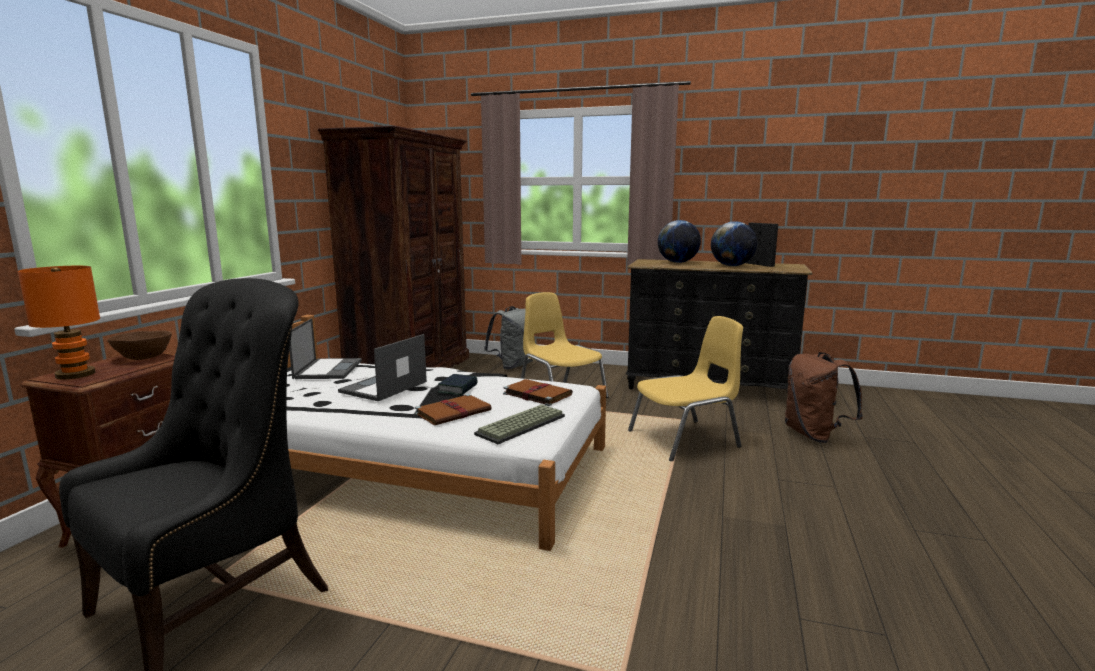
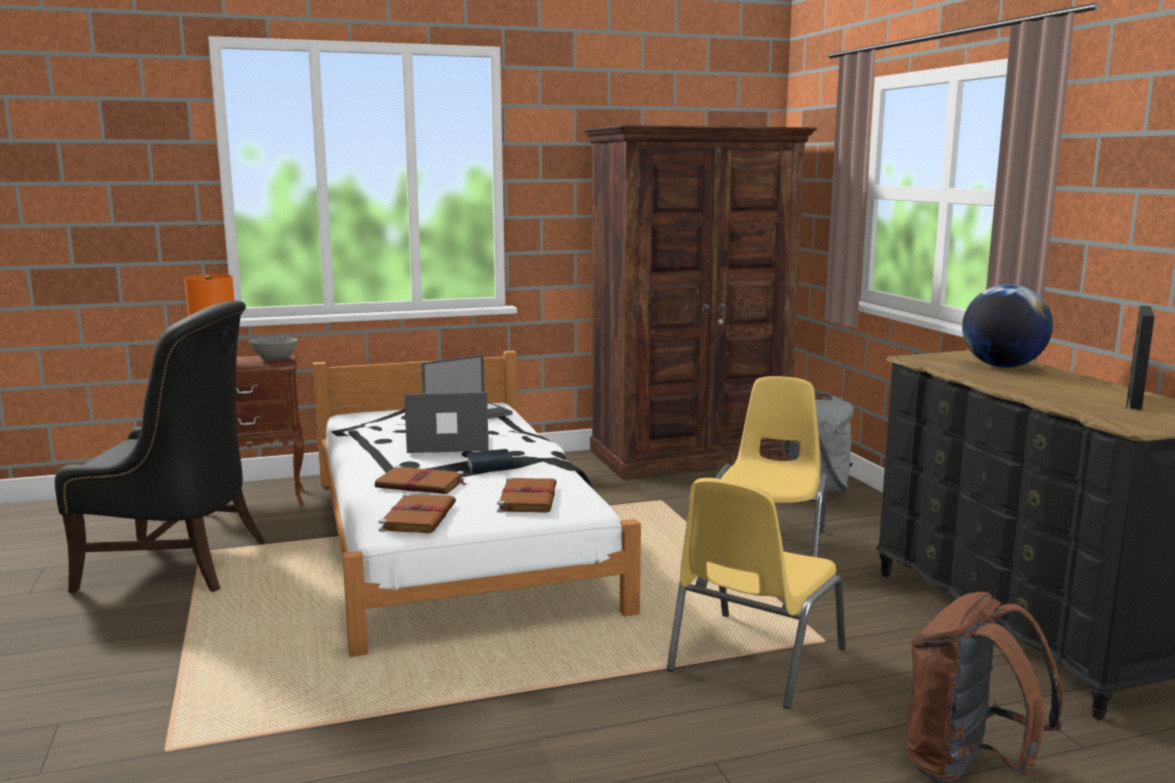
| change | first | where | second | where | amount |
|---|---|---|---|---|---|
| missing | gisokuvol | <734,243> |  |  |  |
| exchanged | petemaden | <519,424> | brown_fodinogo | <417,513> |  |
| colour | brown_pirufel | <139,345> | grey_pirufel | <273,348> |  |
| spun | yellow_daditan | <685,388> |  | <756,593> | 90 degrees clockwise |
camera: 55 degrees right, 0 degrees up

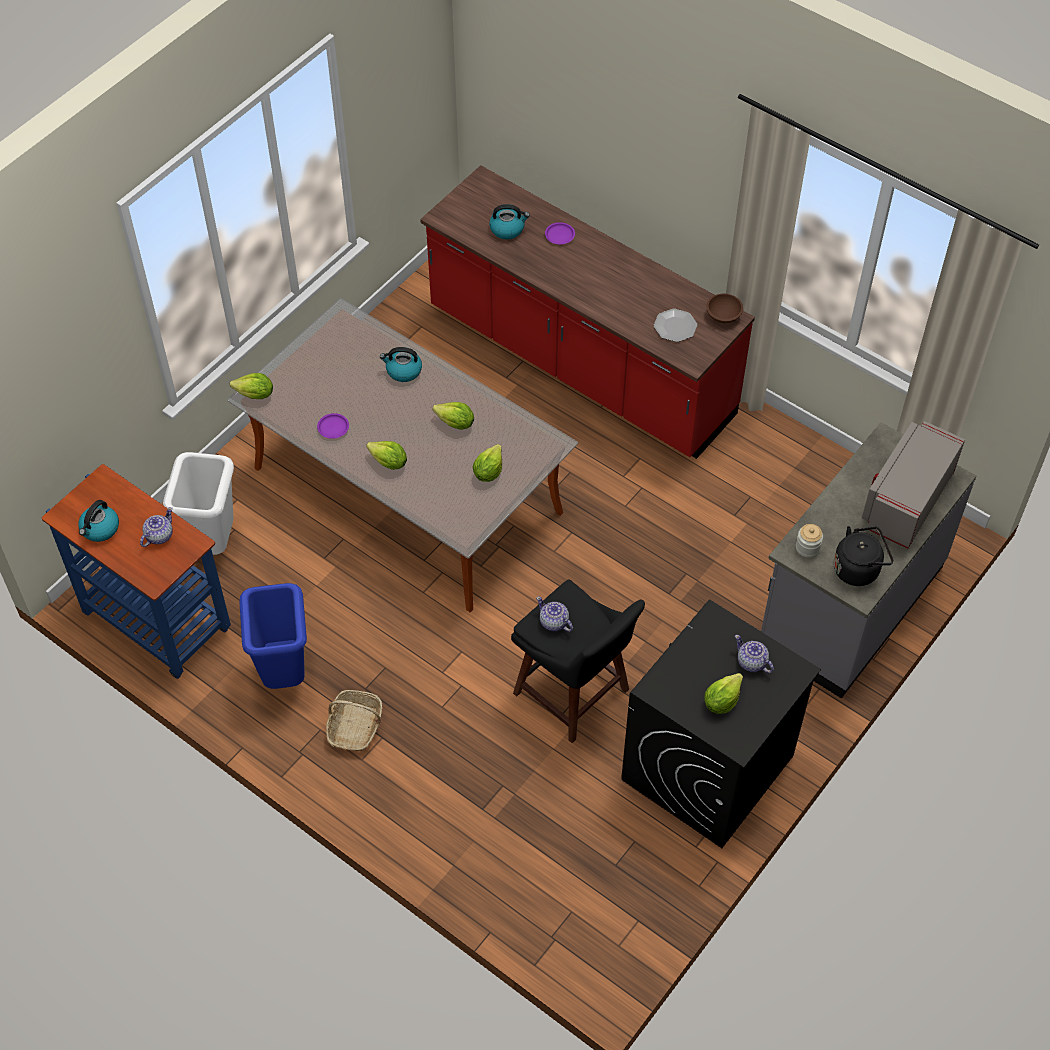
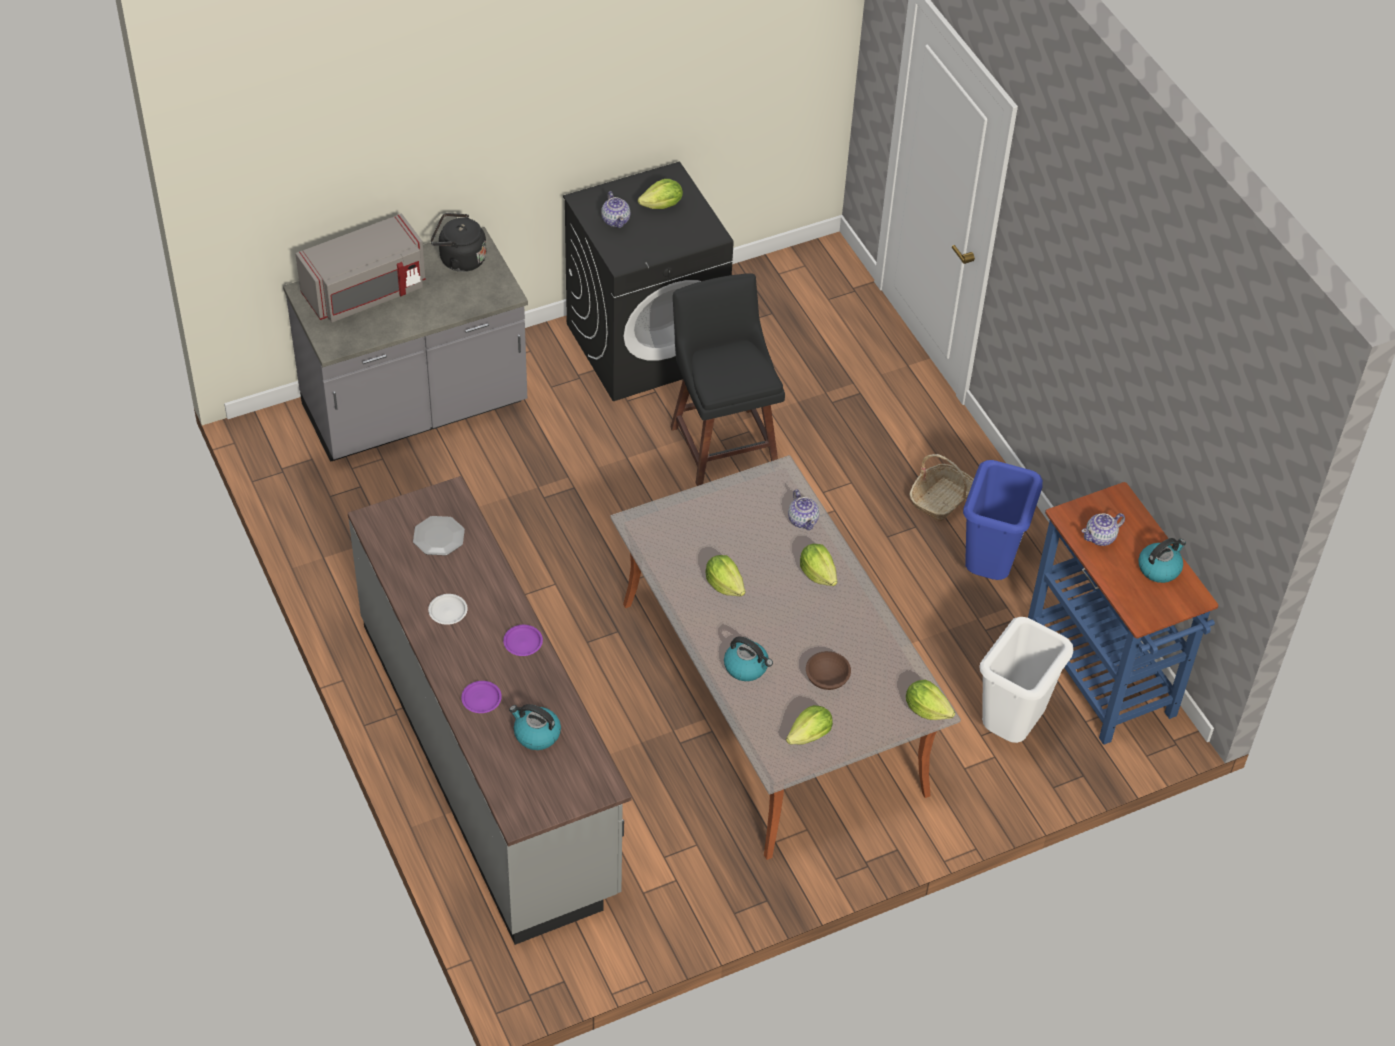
| change | first | where | second | where | amount |
|---|---|---|---|---|---|
| missing | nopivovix | <809,541> |  |  |  |
| appeared |  |  | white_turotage | <448,609> |  |
| relocated | purple_turotage | <333,426> |  | <523,640> |  |
| relocated | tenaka | <487,463> |  | <809,724> |  |
| relocated | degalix | <554,614> |  | <804,510> |  |
| relocated | brown_pirufel | <724,308> |  | <828,670> |  |
| colour | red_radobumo | <587,312> | grey_radobumo | <490,710> |  |
camera: 155 degrees left, 5 degrees down

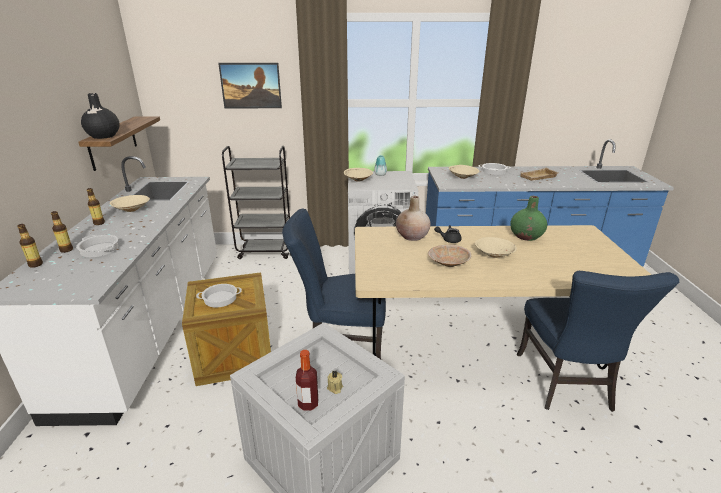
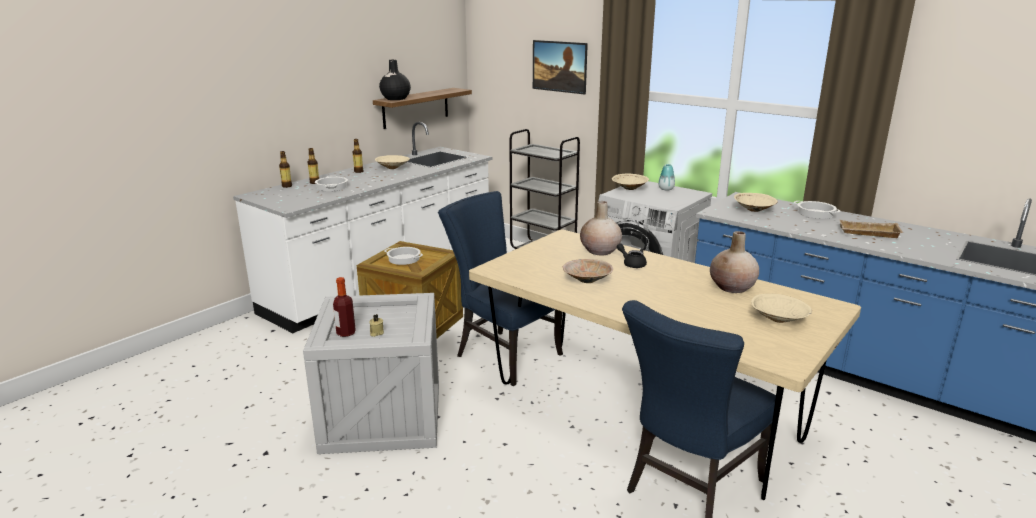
| change | first | where | second | where | amount |
|---|---|---|---|---|---|
| relocated | beige_pirufel | <496,247> |  | <781,308> |  |
| colour | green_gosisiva | <528,218> | beige_gosisiva | <734,262> |  |
camera: 40 degrees right, 5 degrees down

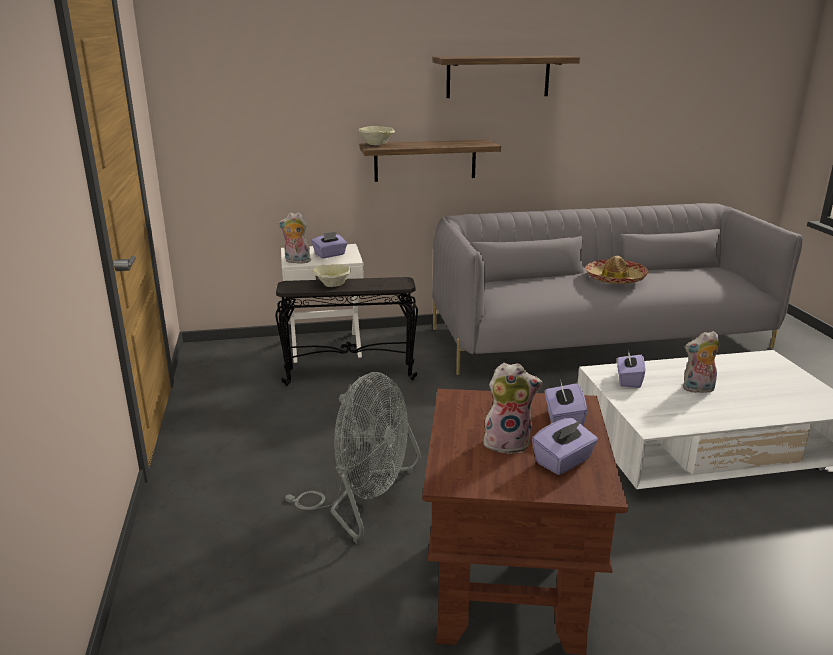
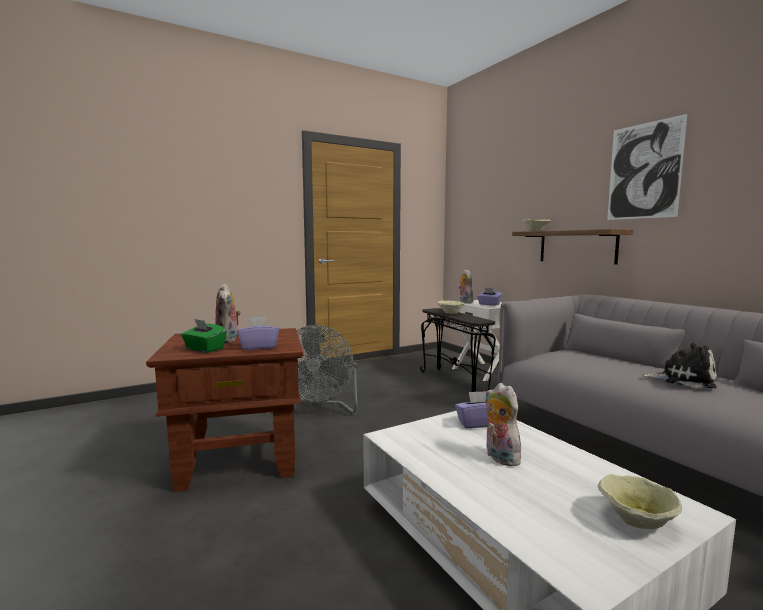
| change | first | where | second | where | amount |
|---|---|---|---|---|---|
| appeared |  |  | beige_pirufel | <640,501> |  |
| exchanged | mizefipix | <506,76> | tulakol | <647,167> |  |
| exchanged | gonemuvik | <617,270> | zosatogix | <679,365> |  |
| colour | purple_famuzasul | <565,446> | green_famuzasul | <204,336> |  |
camera: 70 degrees right, 15 degrees down

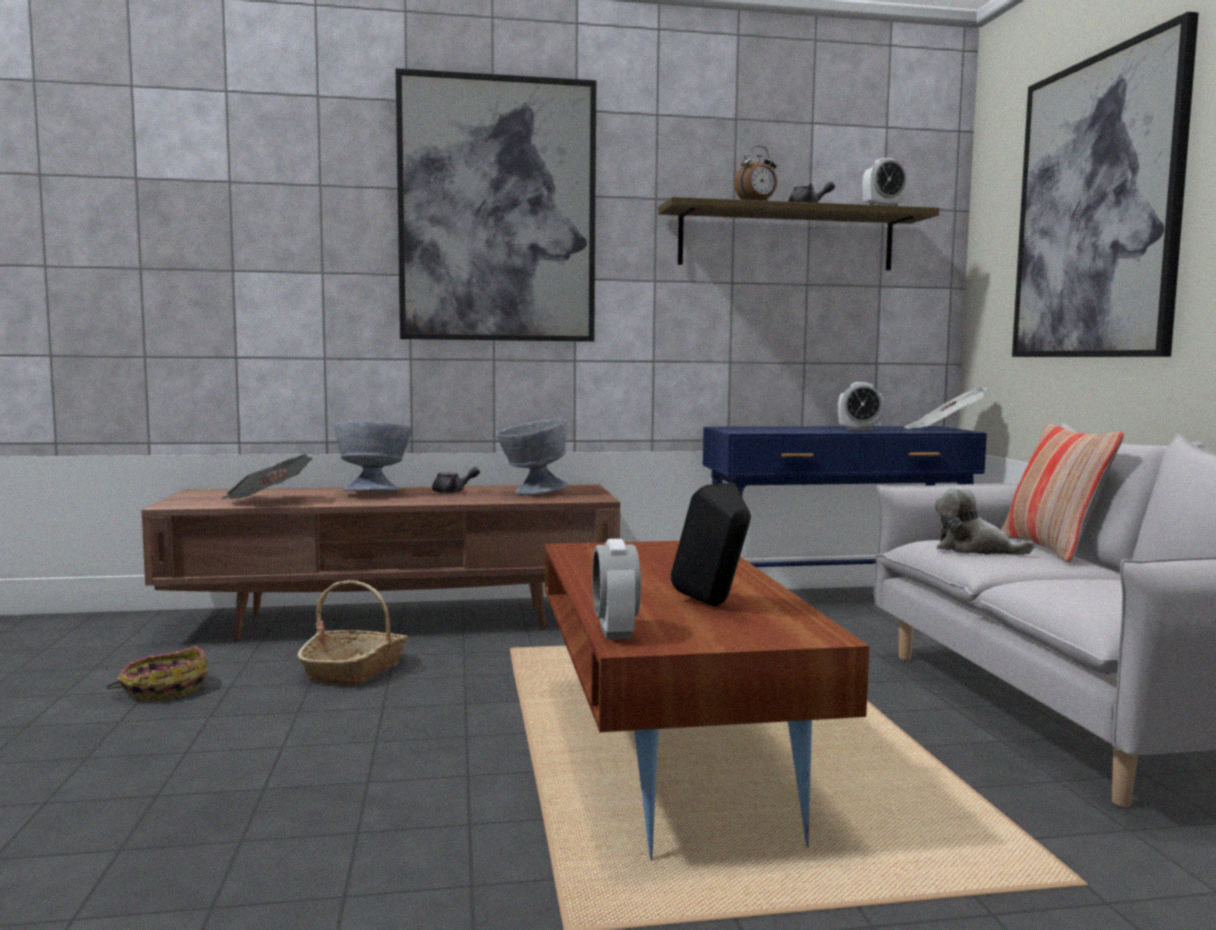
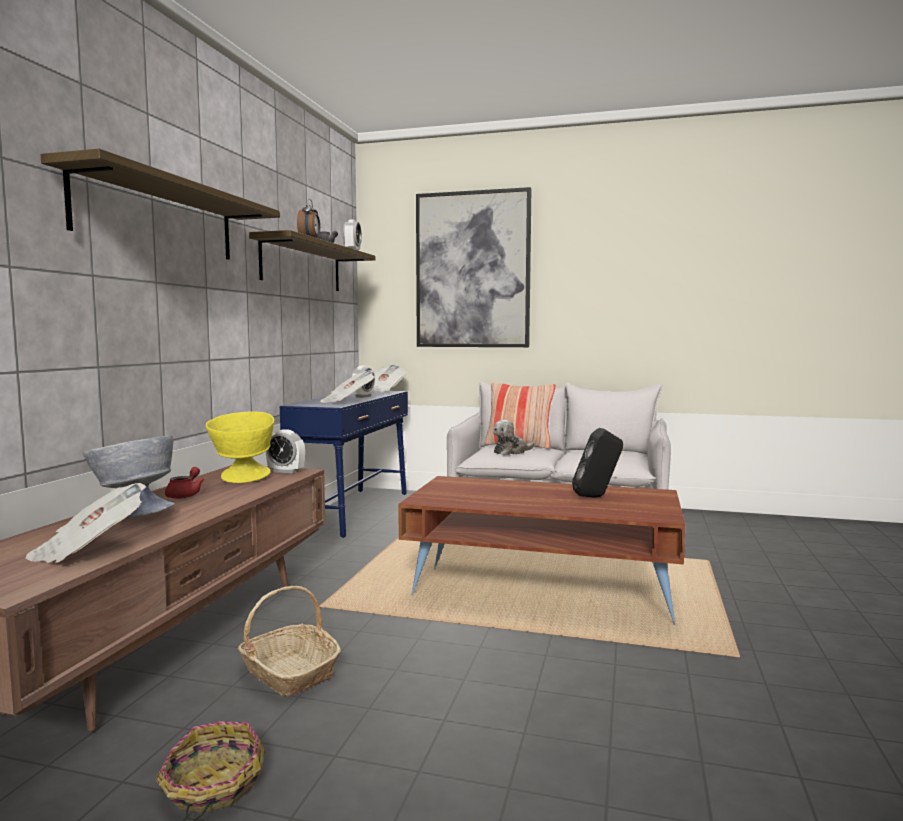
| change | first | where | second | where | amount |
|---|---|---|---|---|---|
| appeared |  |  | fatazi | <347,386> |  |
| relocated | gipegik | <616,589> |  | <285,451> |  |
| exchanged | tulakol | <495,205> | mizefipix | <160,204> |  |
| colour | grey_degalix | <456,480> | red_degalix | <184,483> |  |
| colour | grey_pirufel | <532,457> | yellow_pirufel | <240,447> |  |
camera: 65 degrees left, 0 degrees up

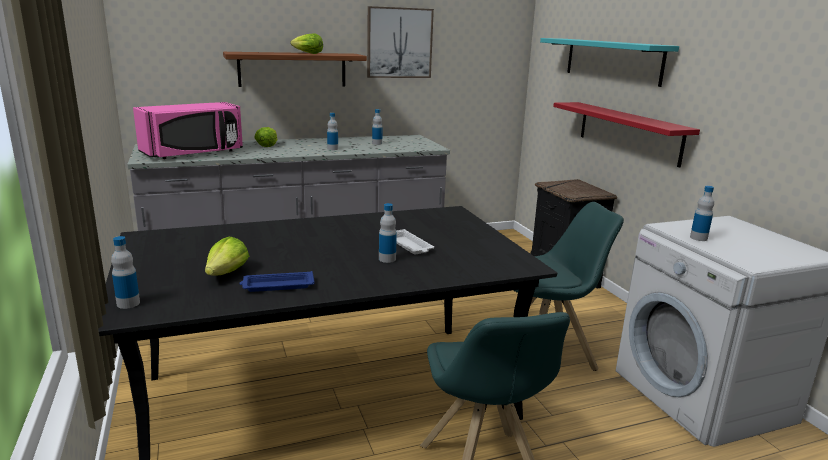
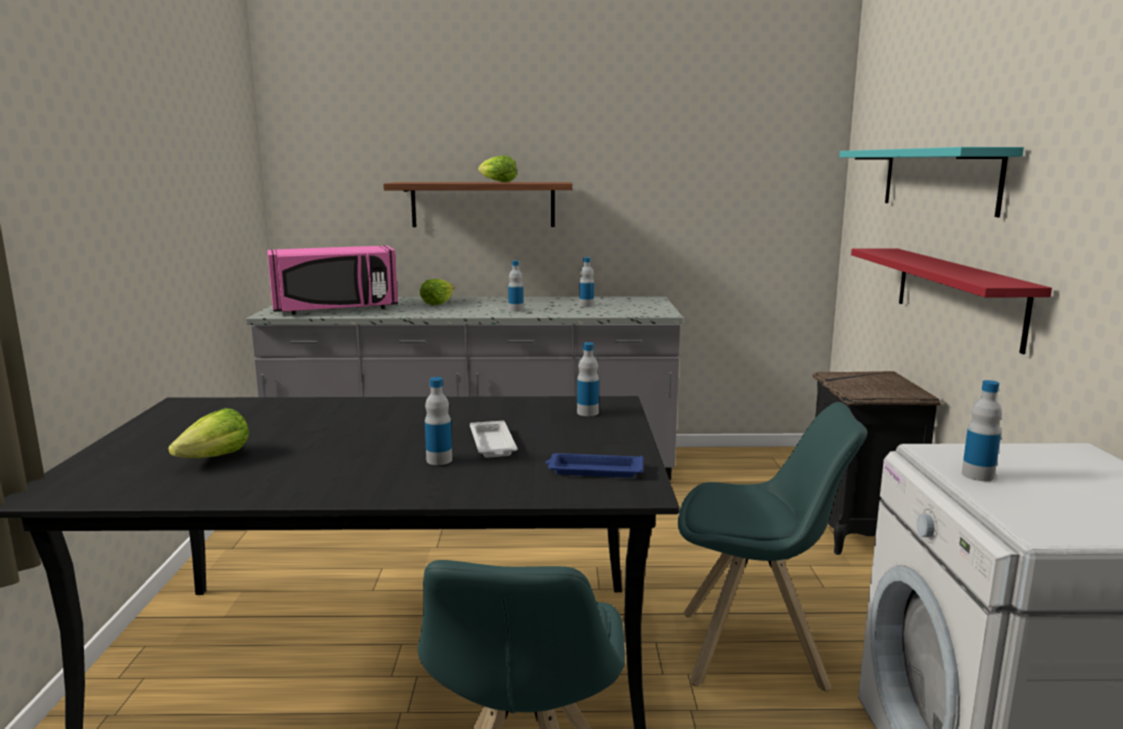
| change | first | where | second | where | amount |
|---|---|---|---|---|---|
| missing | tulakol | <400,42> |  |  |  |
| relocated | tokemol | <125,272> |  | <588,379> |  |
| relocated | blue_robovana | <277,281> |  | <594,465> |  |
camera: 20 degrees right, 5 degrees down

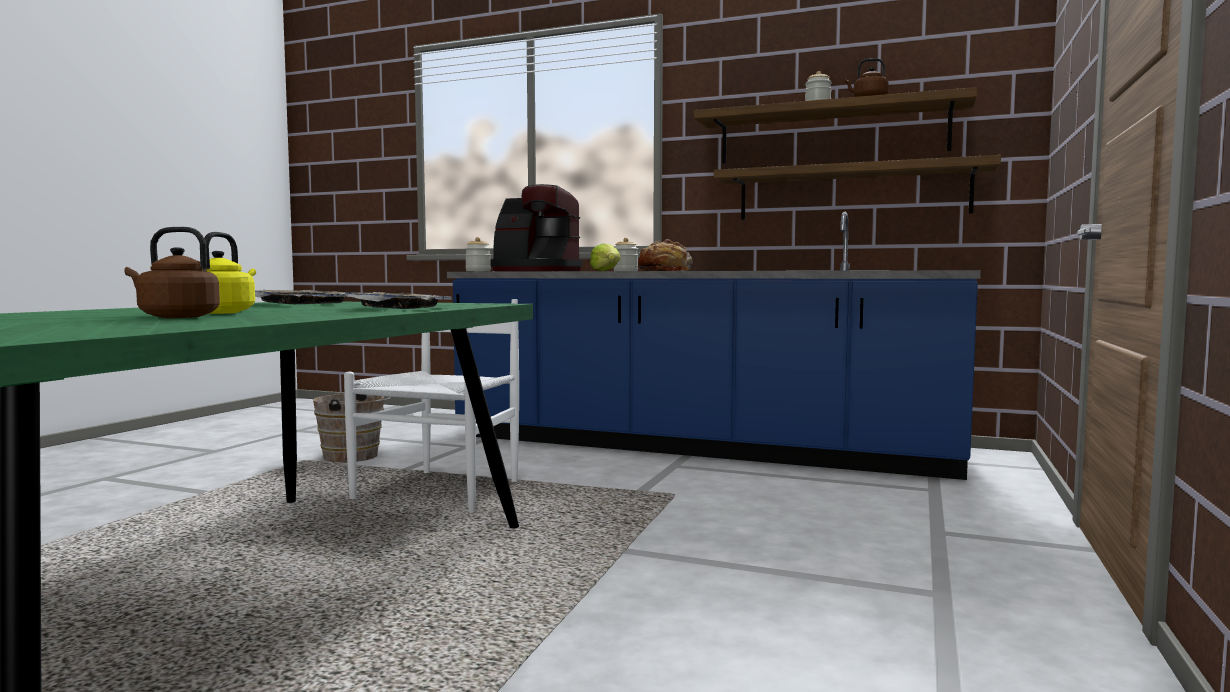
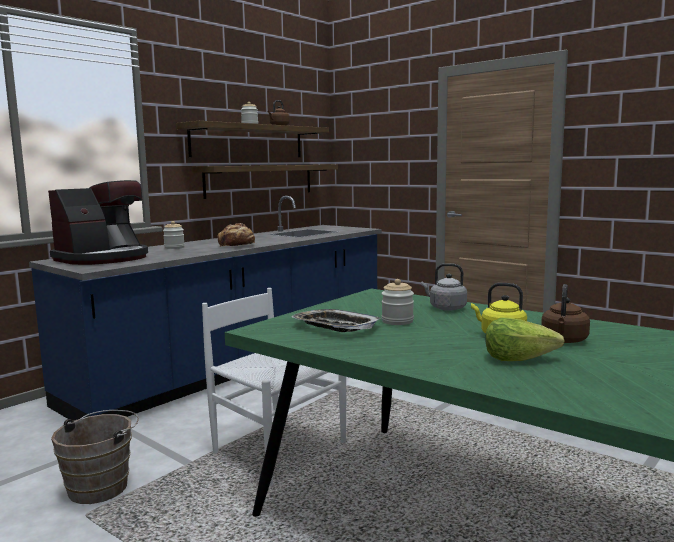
| change | first | where | second | where | amount |
|---|---|---|---|---|---|
| relocated | nopivovix | <478,254> |  | <398,302> |  |
| relocated | tenaka | <605,257> |  | <525,339> |  |
| exchanged | robovana | <398,300> | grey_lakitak | <444,287> |  |
camera: 70 degrees left, 5 degrees up

